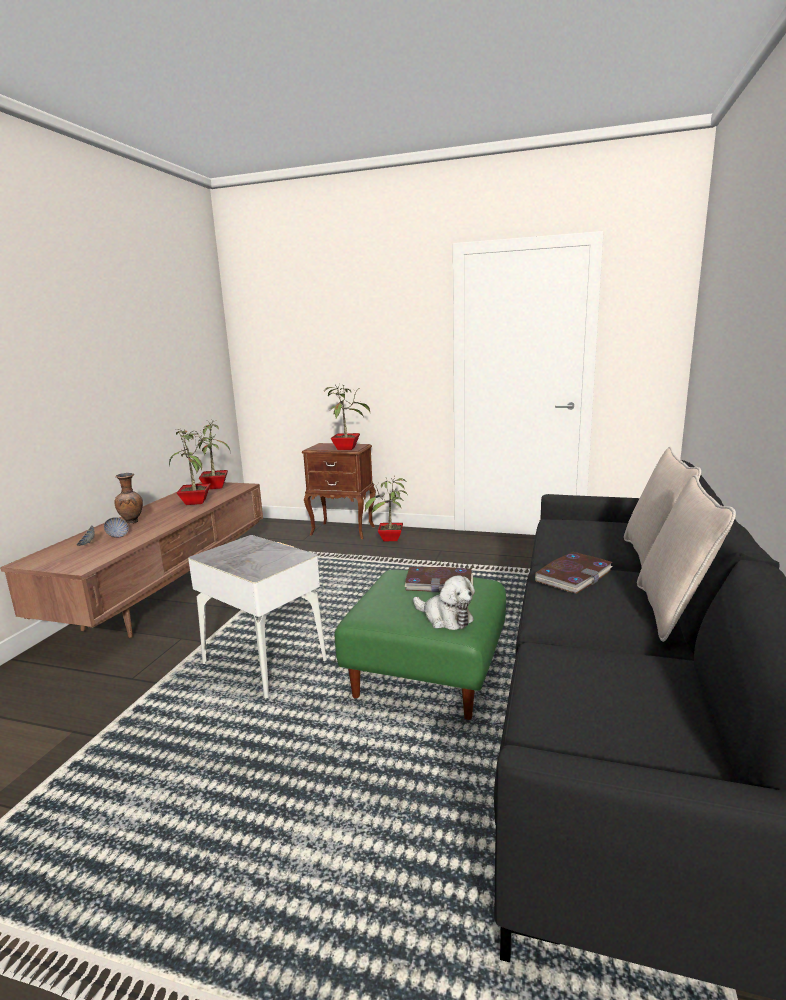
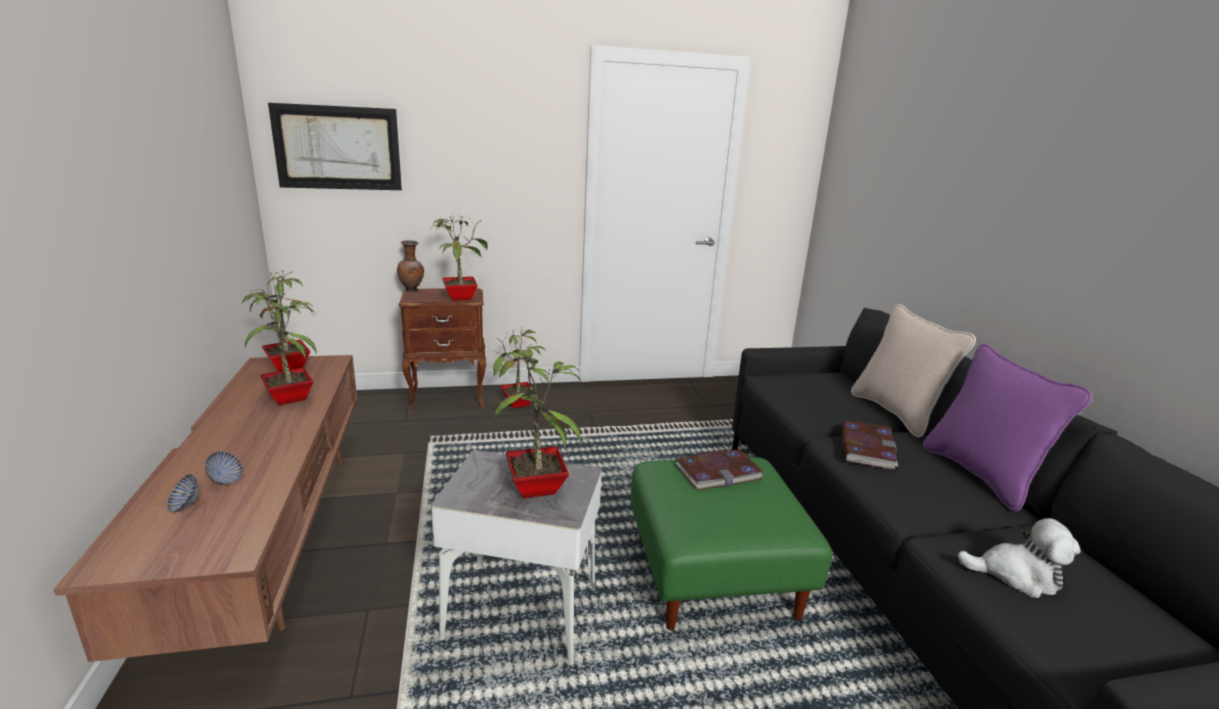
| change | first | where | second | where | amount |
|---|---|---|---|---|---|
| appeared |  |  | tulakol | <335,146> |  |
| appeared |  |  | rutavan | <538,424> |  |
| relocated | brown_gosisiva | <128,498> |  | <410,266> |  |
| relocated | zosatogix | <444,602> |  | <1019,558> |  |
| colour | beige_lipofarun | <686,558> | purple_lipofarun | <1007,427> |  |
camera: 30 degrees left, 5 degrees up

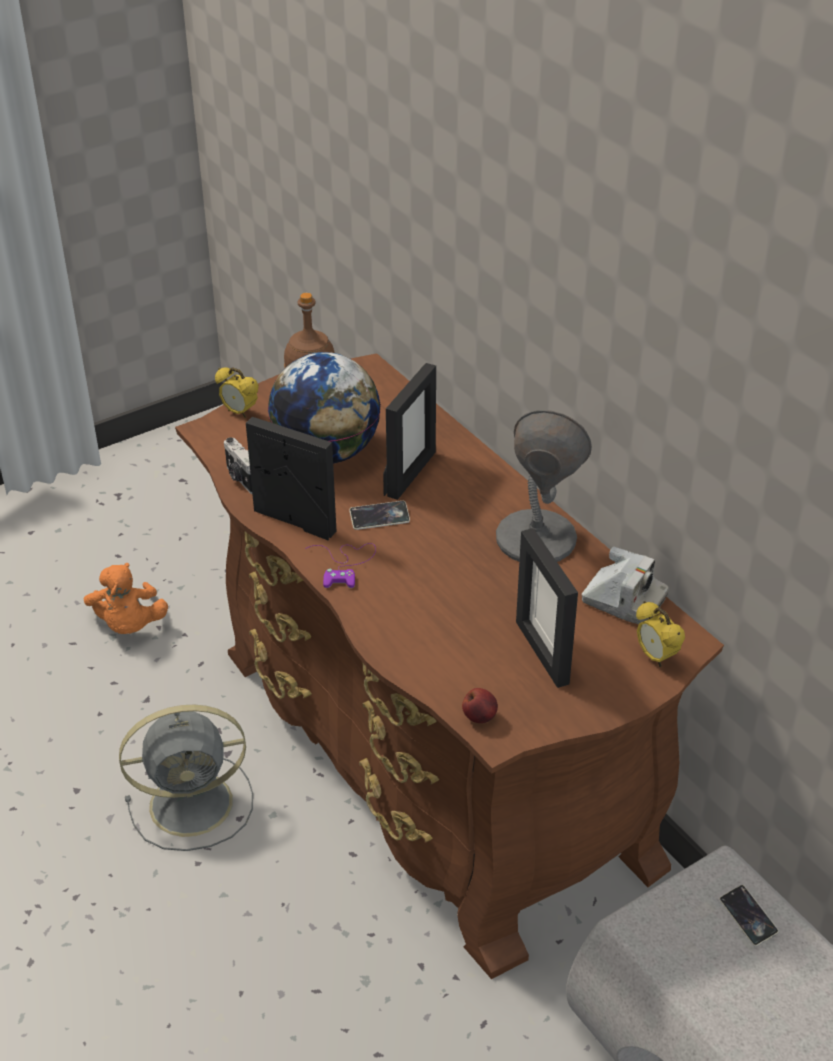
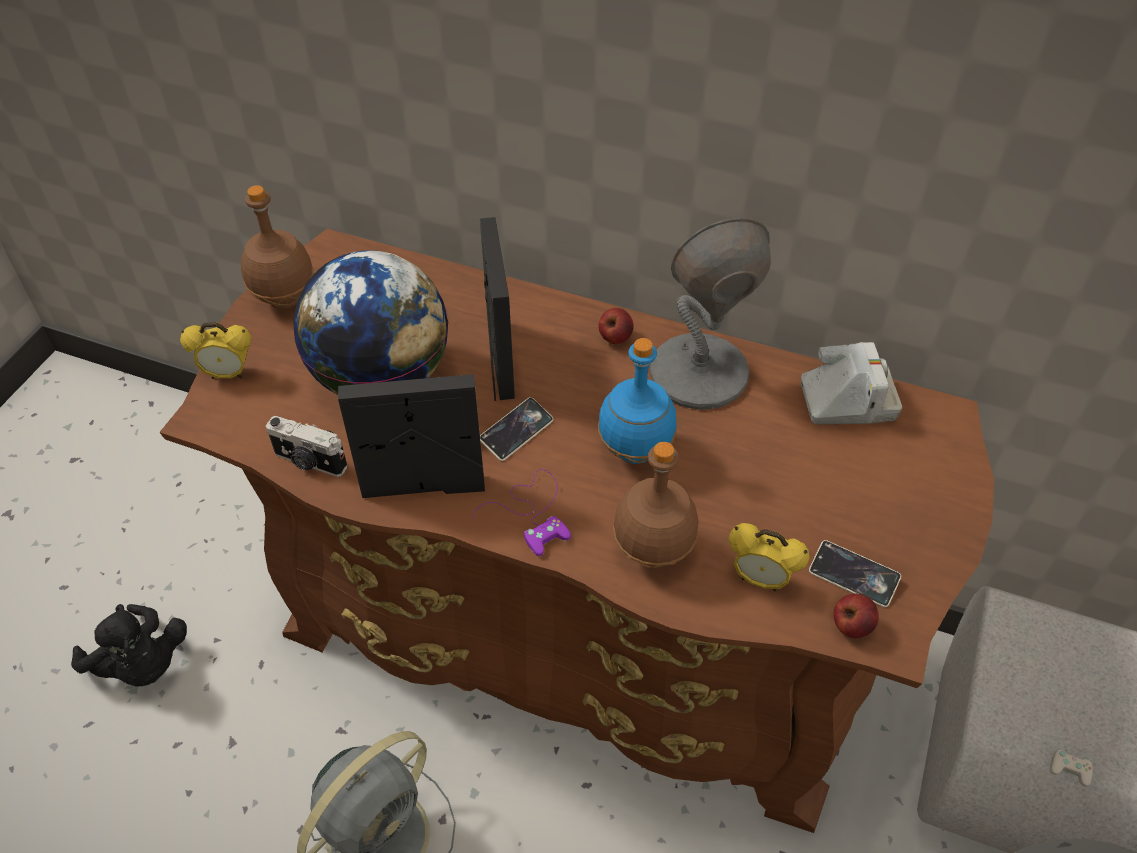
| change | first | where | second | where | amount |
|---|---|---|---|---|---|
| missing | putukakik | <547,608> |  |  |  |
| appeared |  |  | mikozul | <616,326> |  |
| appeared |  |  | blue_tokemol | <637,401> |  |
| appeared |  |  | brown_tokemol | <655,505> |  |
| appeared |  |  | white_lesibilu | <1078,744> |  |
| relocated | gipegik | <660,634> |  | <769,557> |  |
| relocated | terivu | <749,916> |  | <855,573> |  |
| colour | orange_zosatogix | <126,598> | black_zosatogix | <129,645> |  |
camera: 35 degrees left, 10 degrees up

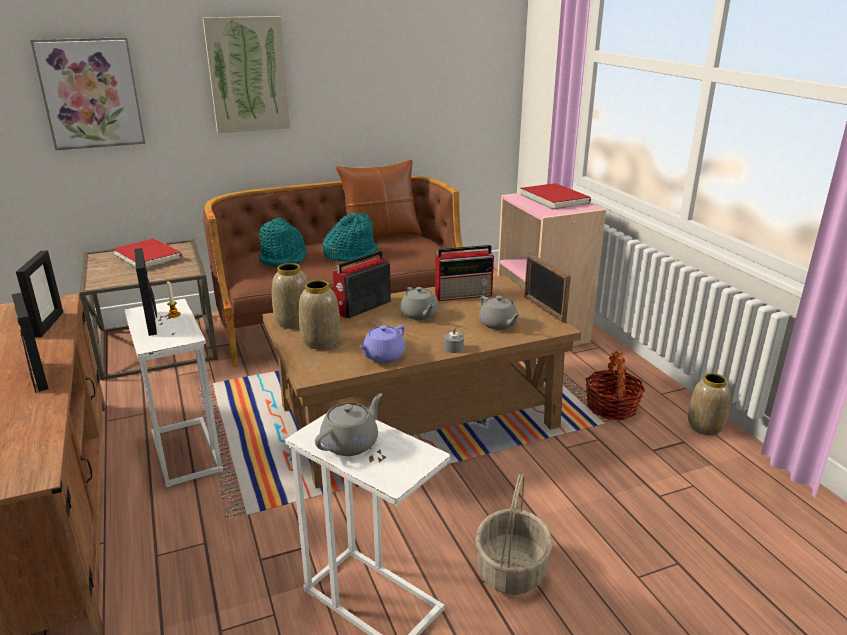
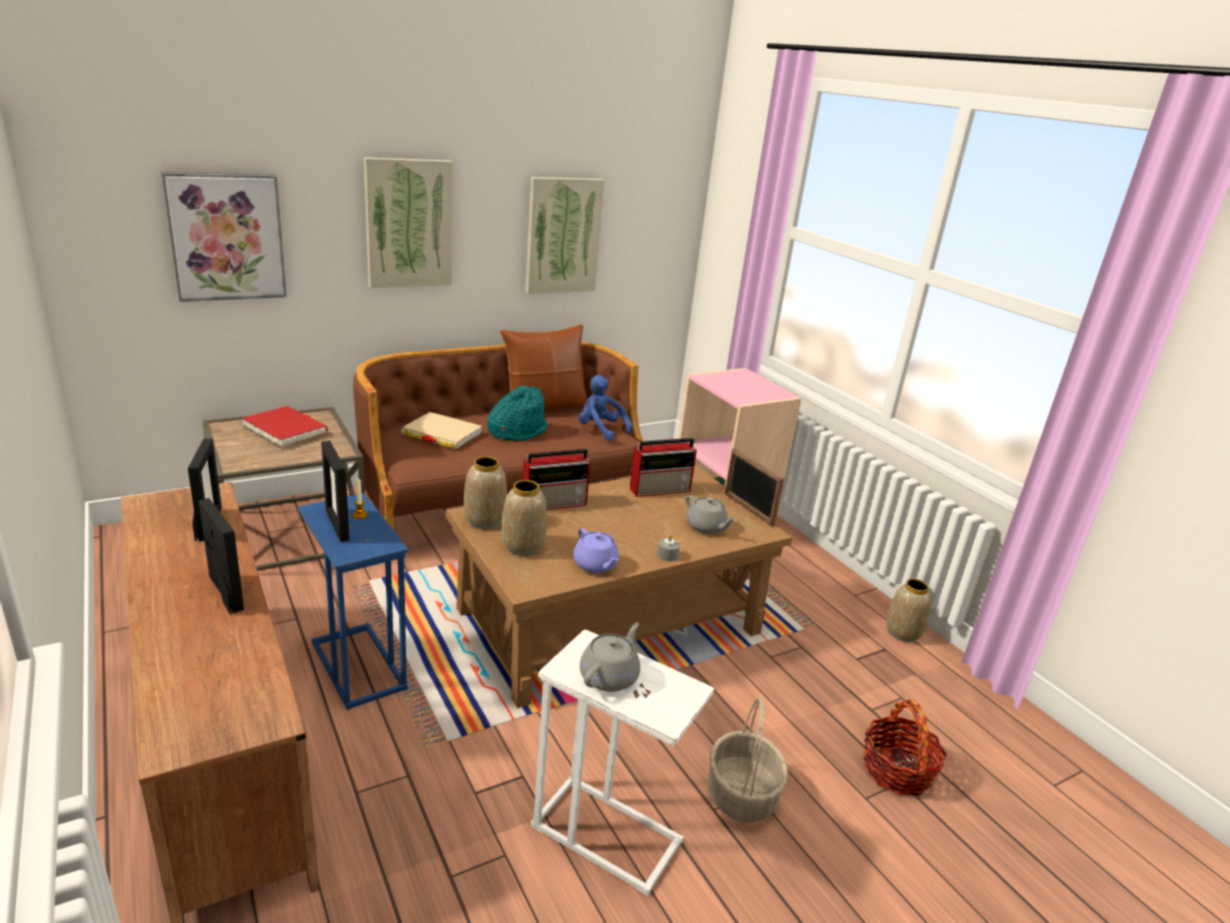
| change | first | where | second | where | amount |
|---|---|---|---|---|---|
| missing | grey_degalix | <419,303> |  |  |  |
| missing | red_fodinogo | <556,196> |  |  |  |
| appeared |  |  | tulakol | <564,235> |  |
| appeared |  |  | blue_zosatogix | <605,408> |  |
| relocated | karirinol | <615,385> |  | <905,747> |  |
| exchanged | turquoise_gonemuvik | <283,241> | beige_fodinogo | <442,430> |  |
| colour | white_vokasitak | <173,393> | blue_vokasitak | <353,601> |  |
| spun | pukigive | <362,284> |  | <557,479> | 150 degrees counterclockwise |
| spun | purple_degalix | <382,344> |  | <596,550> | 60 degrees counterclockwise |
camera: 10 degrees left, 0 degrees up

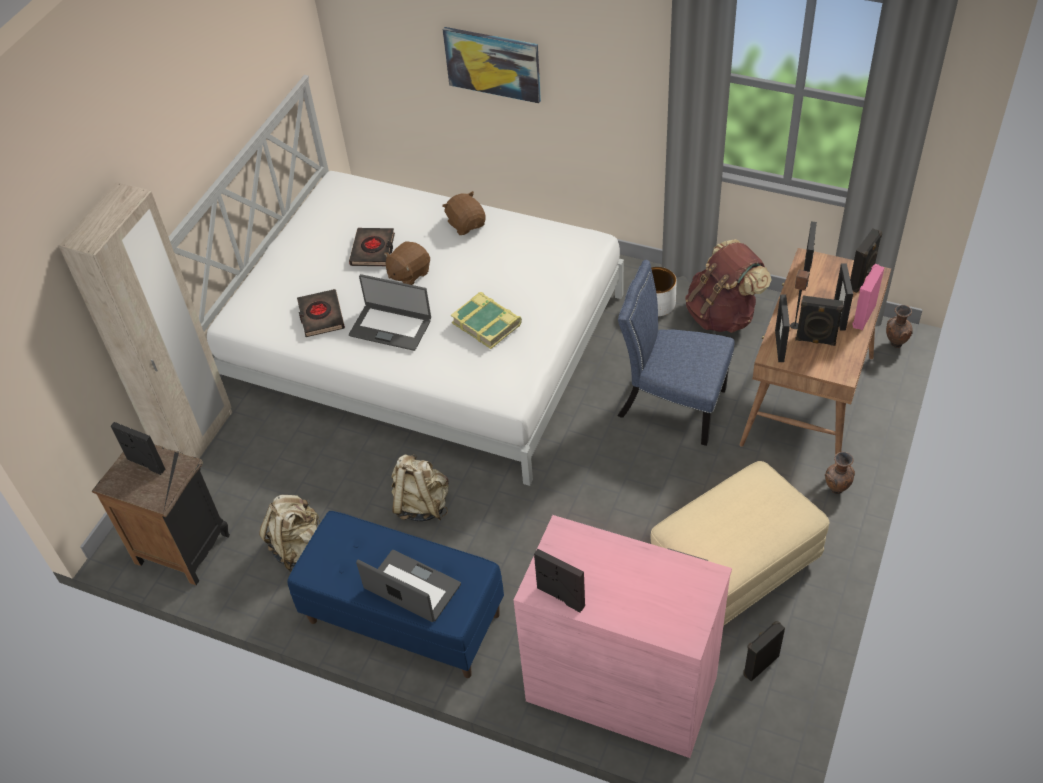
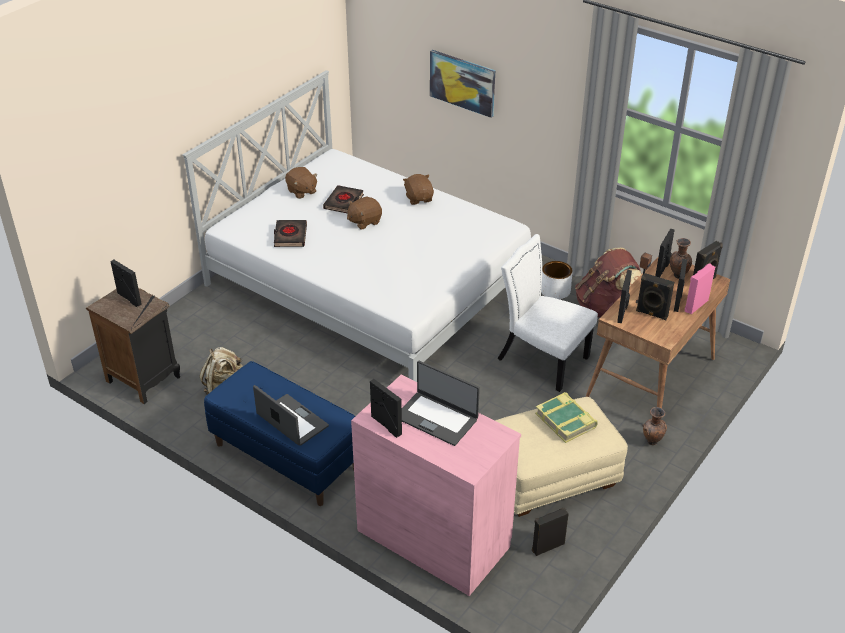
| change | first | where | second | where | amount |
|---|---|---|---|---|---|
| missing | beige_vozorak | <145,320> |  |  |  |
| missing | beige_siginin | <420,487> |  |  |  |
| appeared |  |  | brown_zosatogix | <301,183> |  |
| relocated | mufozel | <390,312> |  | <441,403> |  |
| relocated | fodinogo | <486,320> |  | <566,417> |  |
| relocated | brown_gosisiva | <899,326> |  | <681,258> |  |
| colour | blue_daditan | <676,353> | white_daditan | <547,313> |  |
camera: 10 degrees right, 10 degrees down

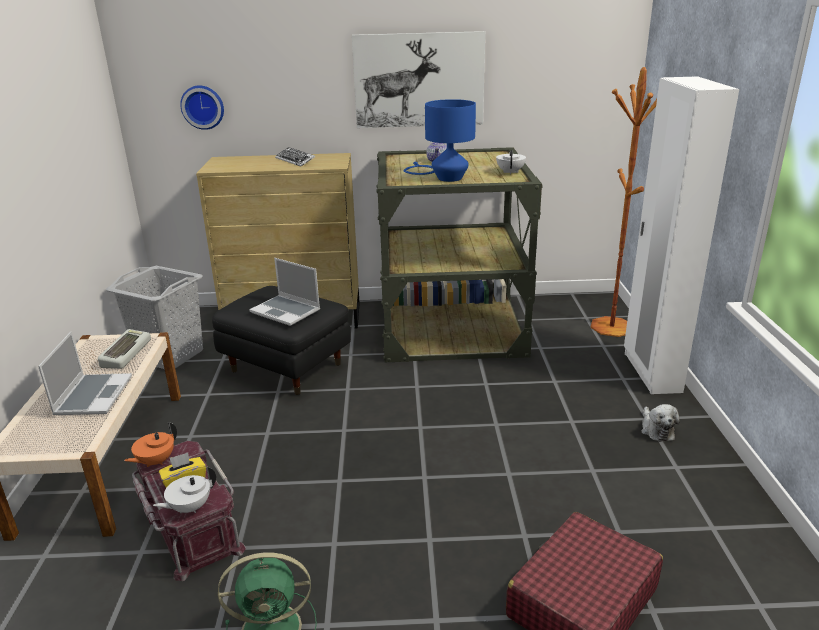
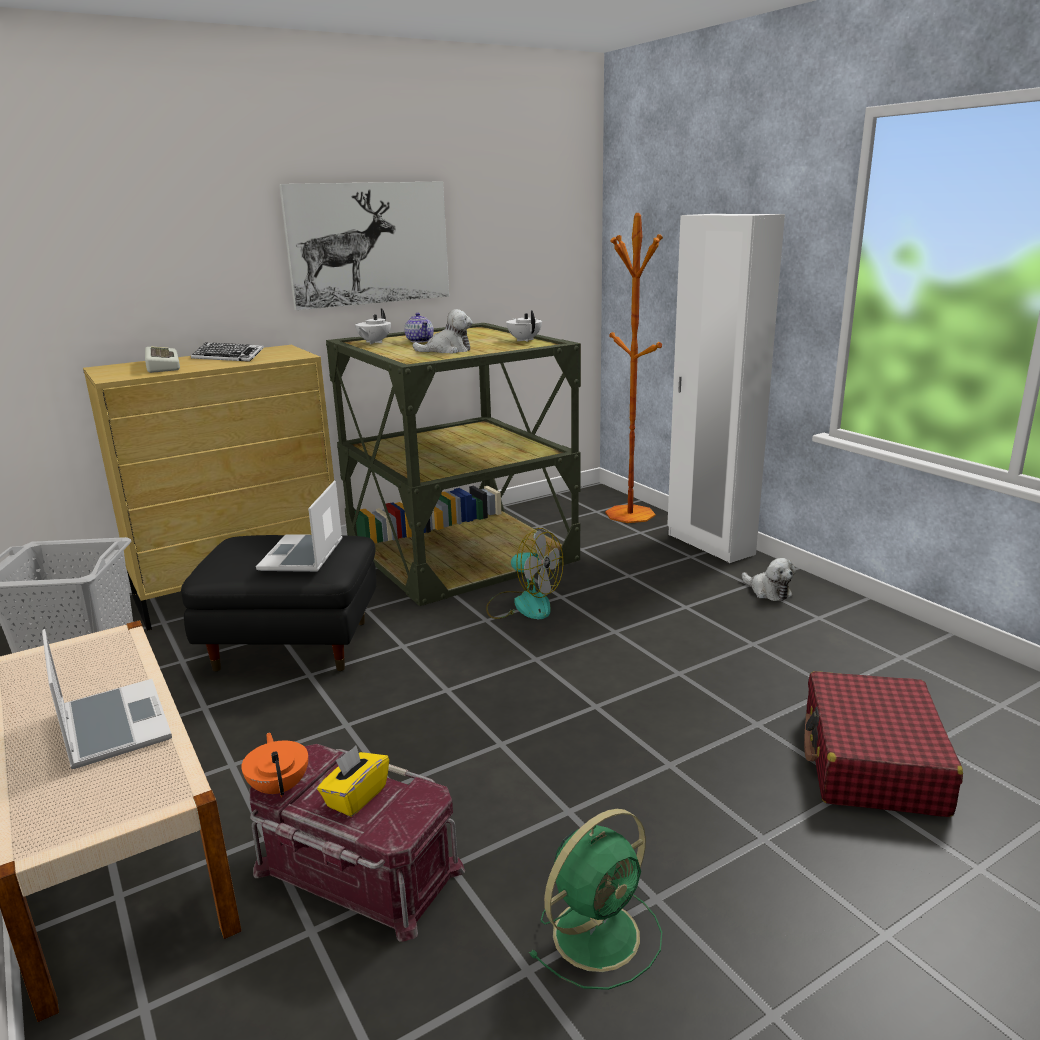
| change | first | where | second | where | amount |
|---|---|---|---|---|---|
| missing | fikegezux | <202,107> |  |  |  |
| appeared |  |  | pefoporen | <524,573> |  |
| relocated | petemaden | <124,349> |  | <162,359> |  |
| relocated | white_degalix | <184,490> |  | <373,326> |  |
| exchanged | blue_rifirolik | <440,140> | zosatogix | <442,331> |  |
| spun | orange_degalix | <150,444> |  | <274,765> | 150 degrees clockwise |
| spun | mufozel | <284,292> |  | <299,526> | 90 degrees clockwise |
camera: 30 degrees left, 5 degrees down

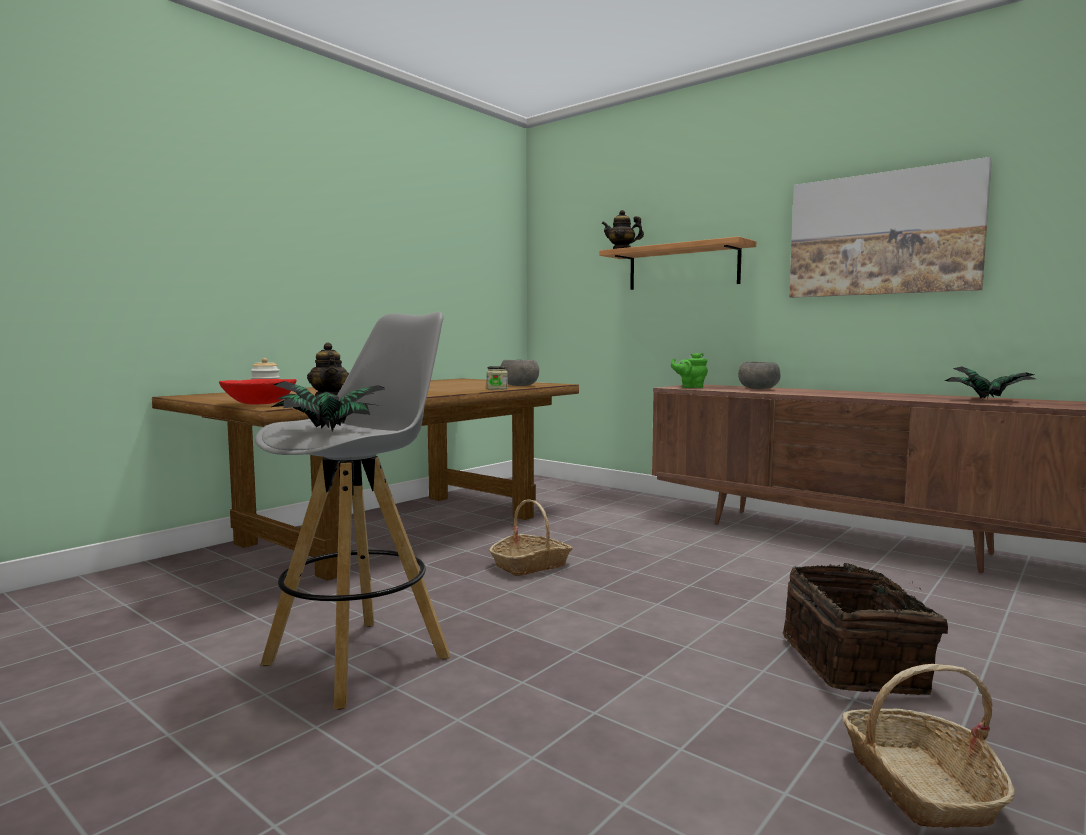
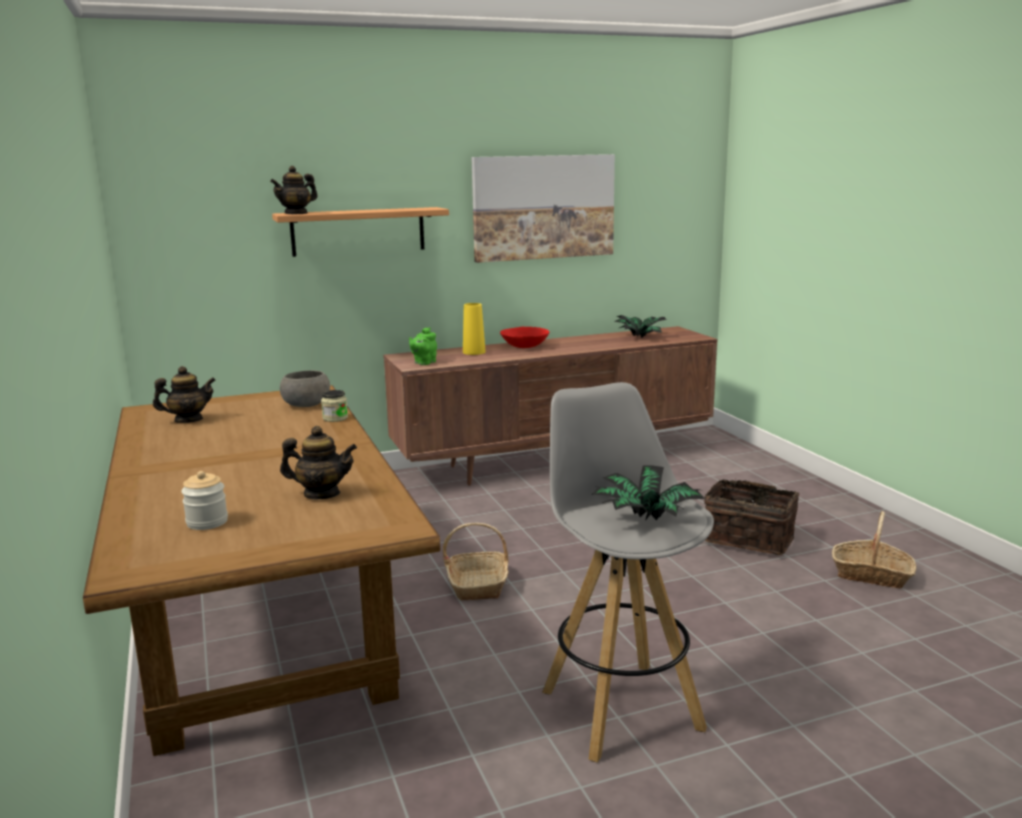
| change | first | where | second | where | amount |
|---|---|---|---|---|---|
| appeared |  |  | degalix | <184,394> |  |
| relocated | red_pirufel | <258,392> |  | <524,337> |  |
| exchanged | grey_pirufel | <759,375> | yellow_gosisiva | <474,329> |  |
camera: 60 degrees left, 10 degrees up

